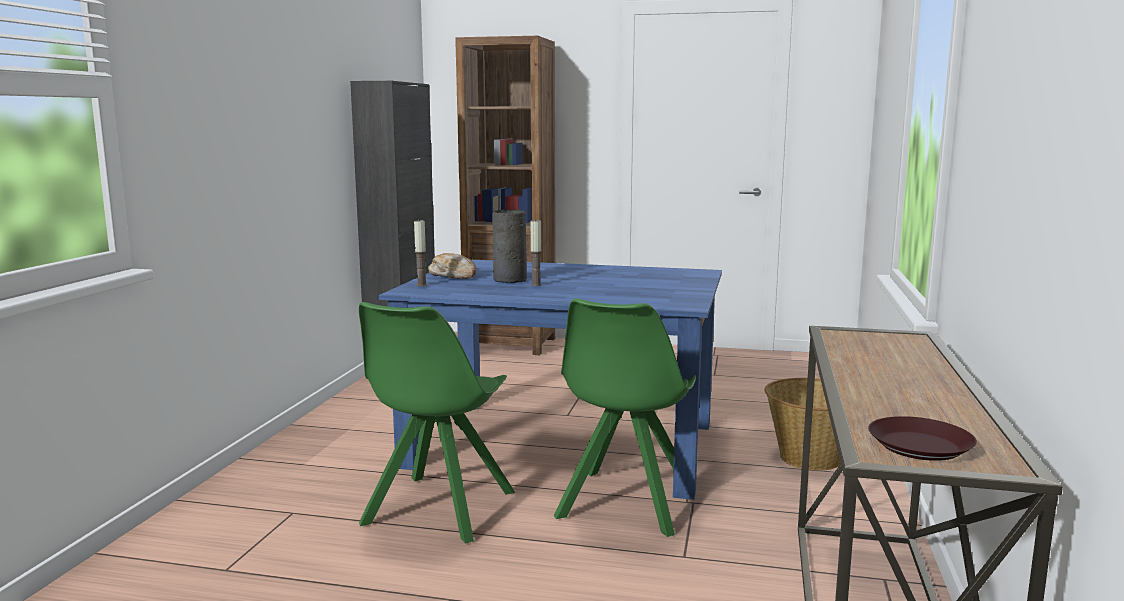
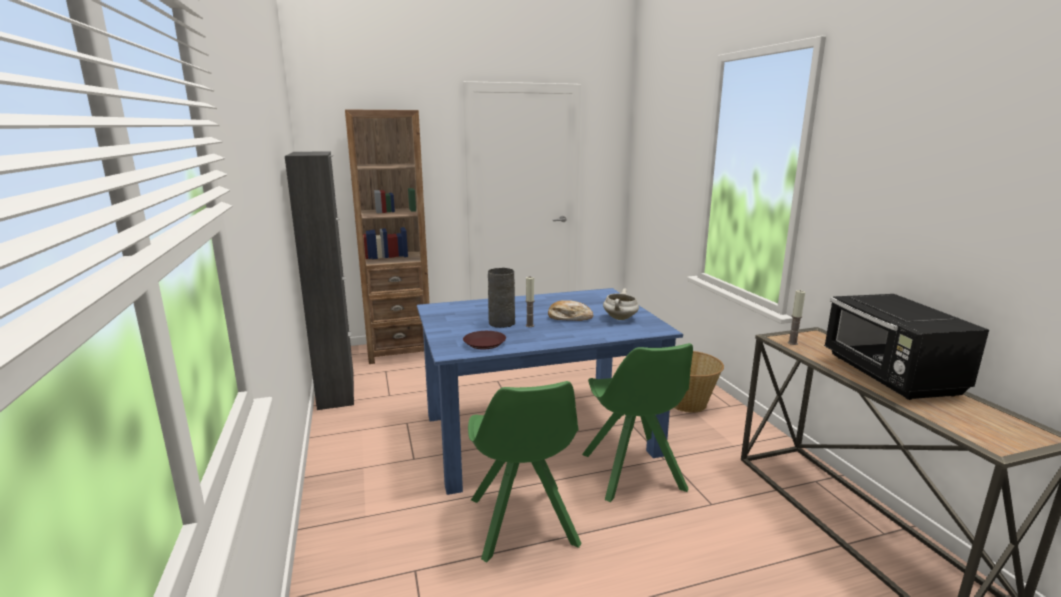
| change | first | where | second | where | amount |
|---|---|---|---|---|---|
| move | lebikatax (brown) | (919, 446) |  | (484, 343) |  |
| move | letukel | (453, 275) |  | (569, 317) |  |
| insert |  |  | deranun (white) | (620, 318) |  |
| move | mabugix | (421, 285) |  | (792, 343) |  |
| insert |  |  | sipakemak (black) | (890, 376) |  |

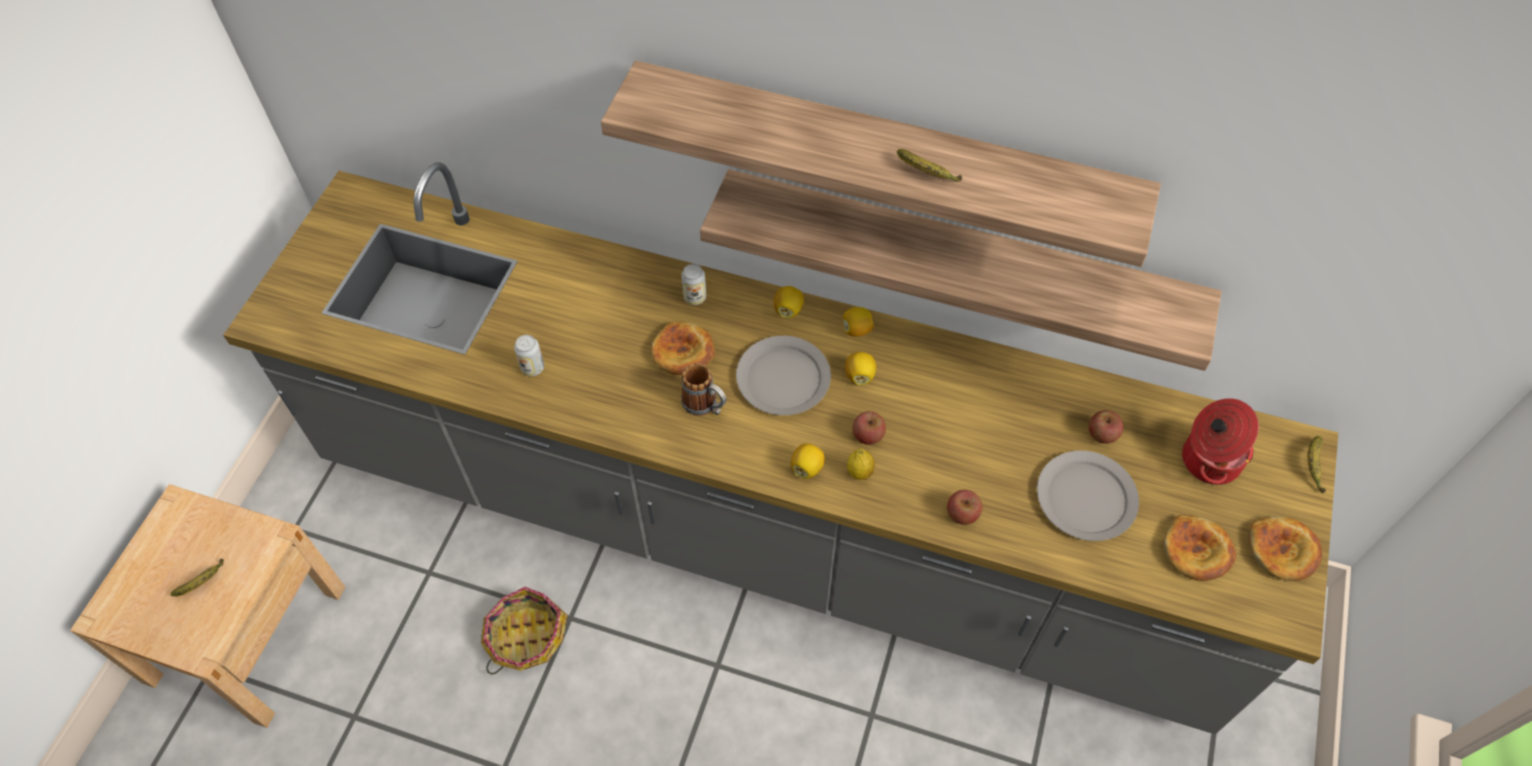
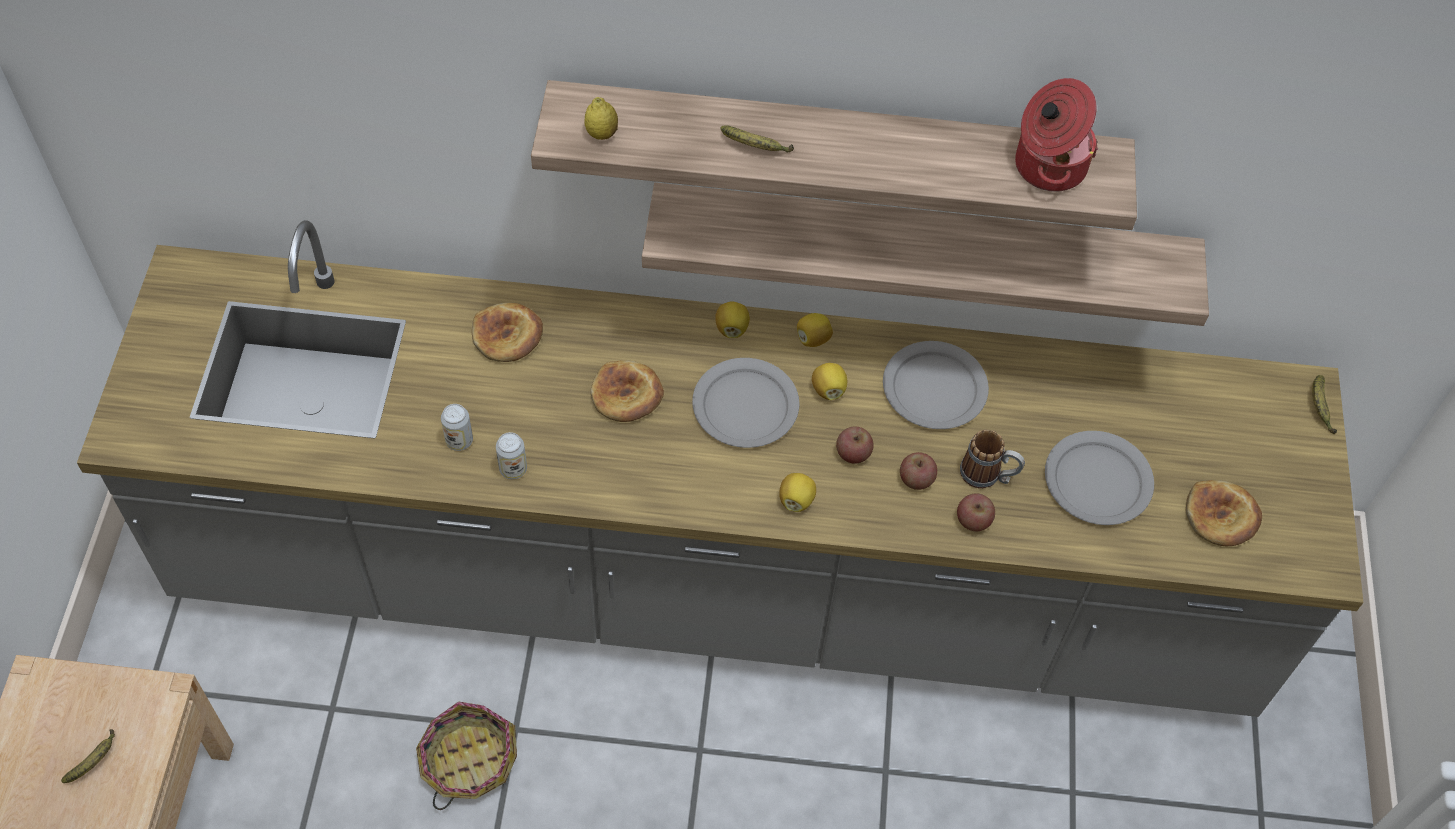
| change | first | where | second | where | amount |
|---|---|---|---|---|---|
| move | letukel | (1282, 550) |  | (507, 335) |  |
| move | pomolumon | (695, 297) |  | (513, 469) |  |
| move | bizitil | (859, 472) |  | (601, 133) |  |
| move | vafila | (926, 173) |  | (755, 147) |  |
| insert |  |  | lebikatax (grey) | (935, 388) |  |
| move | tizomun | (1102, 434) |  | (916, 479) |  |
| move | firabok | (705, 406) |  | (988, 476) |  |
| move | deranun | (1208, 459) |  | (1047, 166) |  |

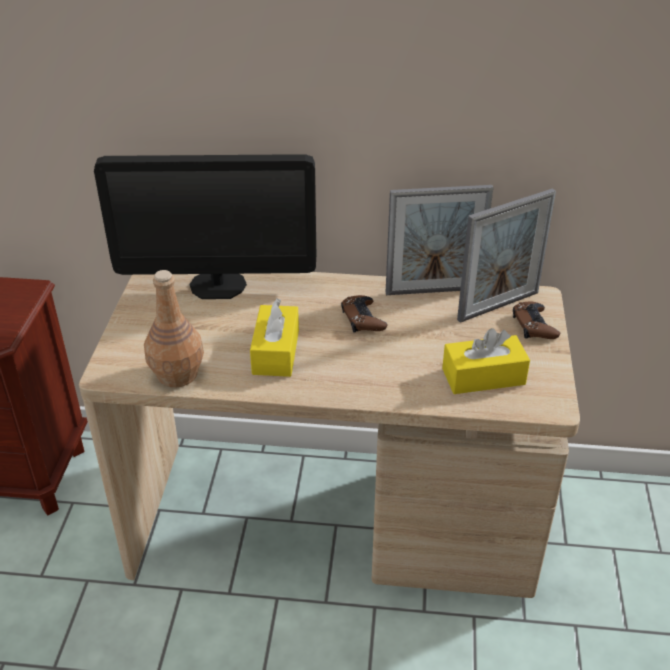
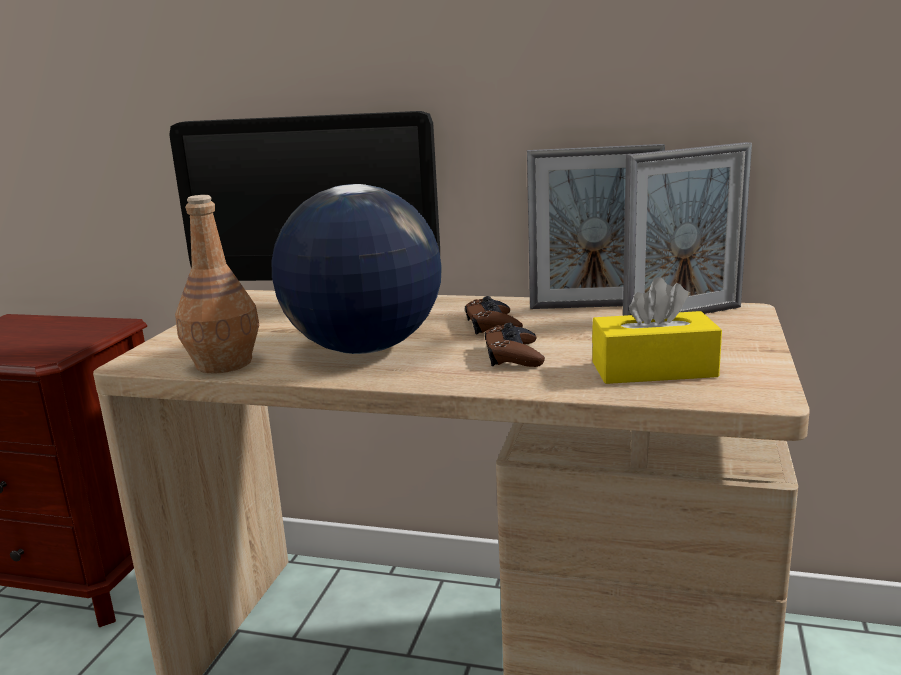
| change | first | where | second | where | amount |
|---|---|---|---|---|---|
| replace | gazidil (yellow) | (276, 352) | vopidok | (364, 348) |  |
| move | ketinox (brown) | (534, 325) |  | (513, 355) |  |

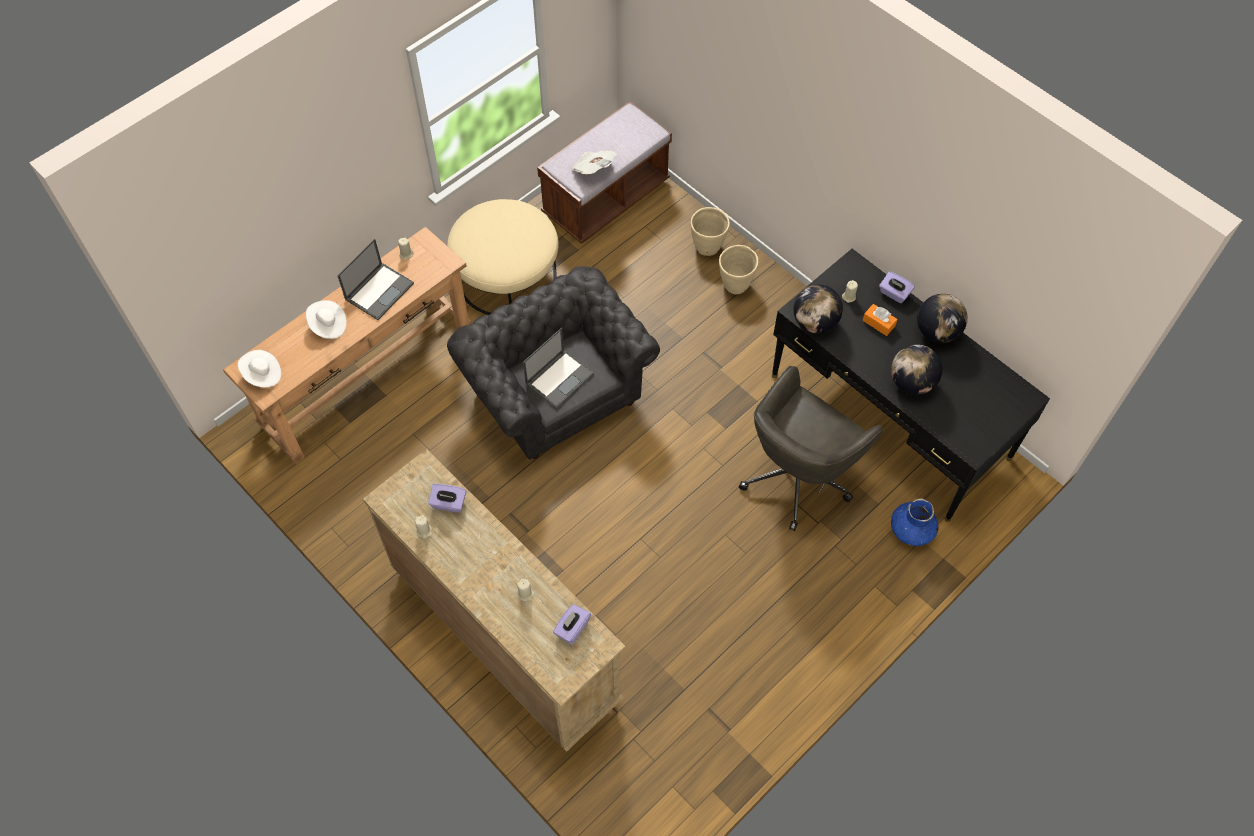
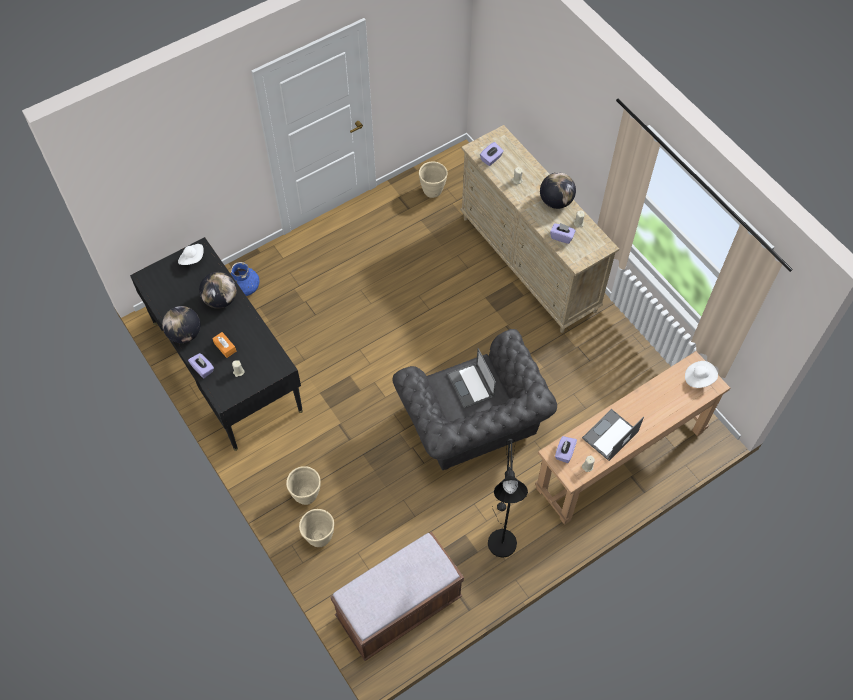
| change | first | where | second | where | amount |
|---|---|---|---|---|---|
| move | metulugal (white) | (328, 325) |  | (192, 259) |  |
| insert |  |  | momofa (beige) | (433, 191) |  |
| rotate | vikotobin | (560, 378) |  | (471, 386) | 75 degrees counterclockwise |
| replace | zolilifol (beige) | (506, 276) | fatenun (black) | (500, 537) |  |
| move | vopidok | (814, 322) |  | (556, 201) |  |
| insert |  |  | gazidil (purple) | (564, 453) |  |
| delete | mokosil | (594, 169) |  |  |  |
| delete | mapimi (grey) | (798, 476) |  |  |  |

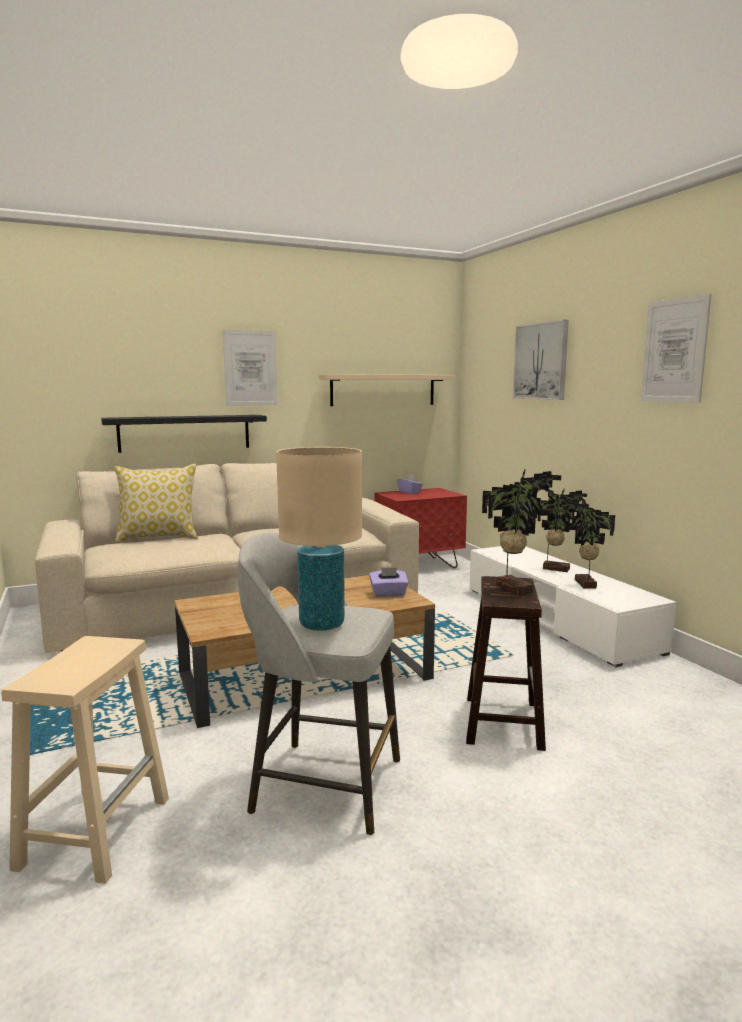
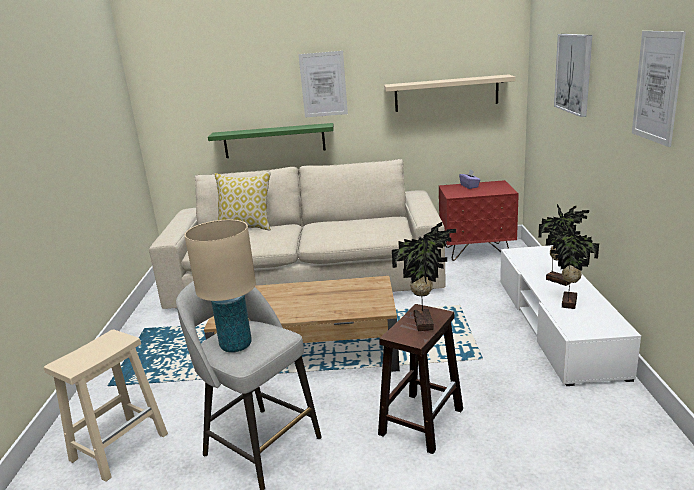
| change | first | where | second | where | amount |
|---|---|---|---|---|---|
| recolor | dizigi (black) | (185, 433) | dizigi (green) | (274, 141) |  |
| delete | gazidil (purple) | (388, 594) |  |  |  |

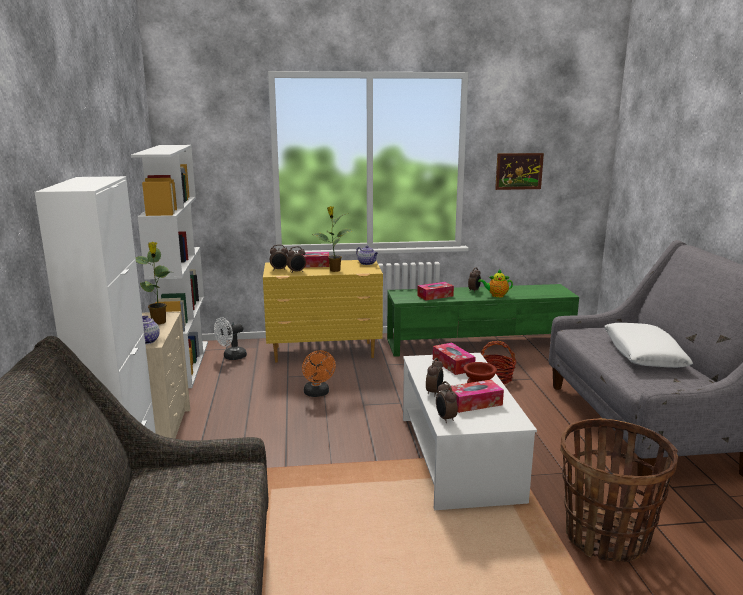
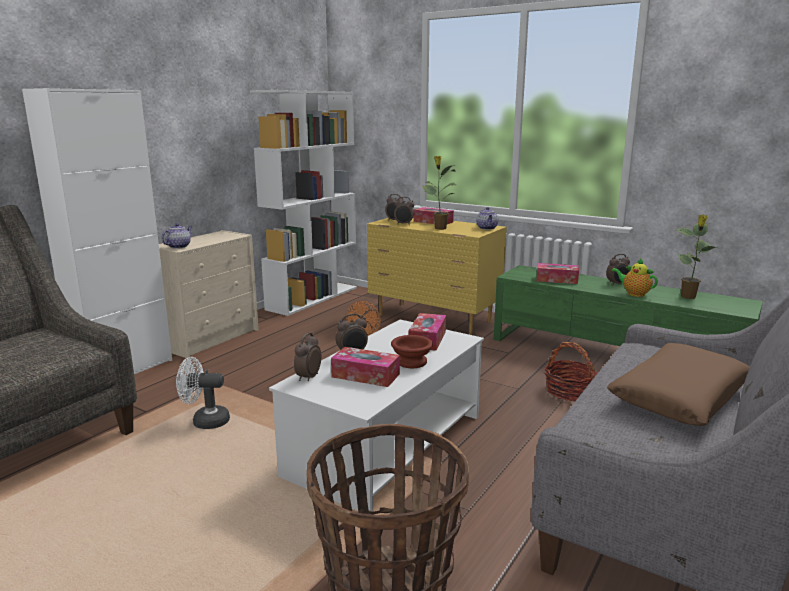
| change | first | where | second | where | amount |
|---|---|---|---|---|---|
| move | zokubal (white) | (231, 357) |  | (205, 421) |  |
| recolor | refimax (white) | (643, 354) | refimax (brown) | (679, 397) |  |
| move | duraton | (159, 322) |  | (688, 297) |  |
| delete | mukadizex | (519, 171) |  |  |  |

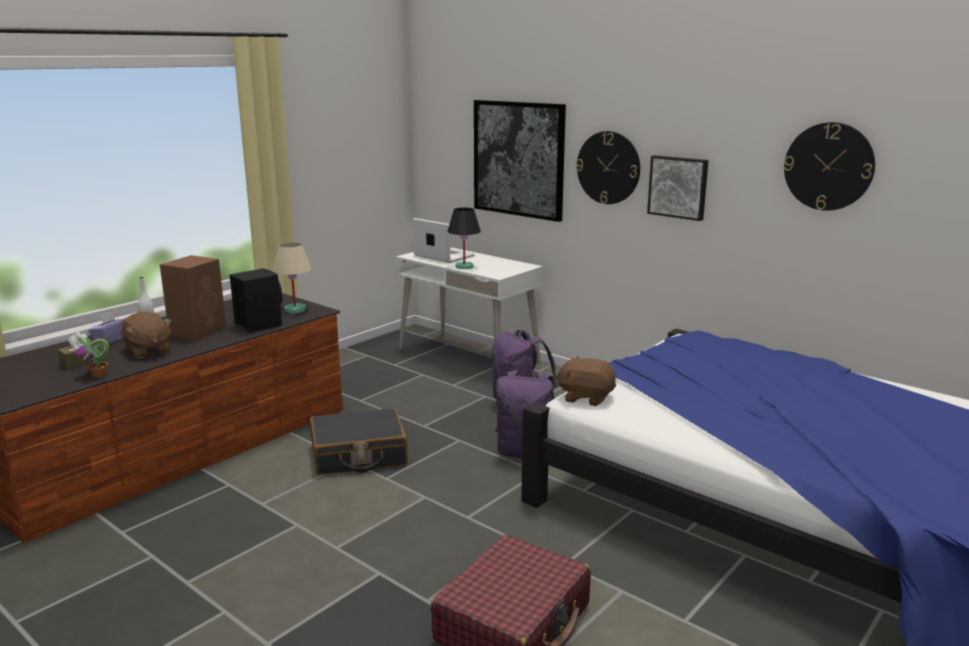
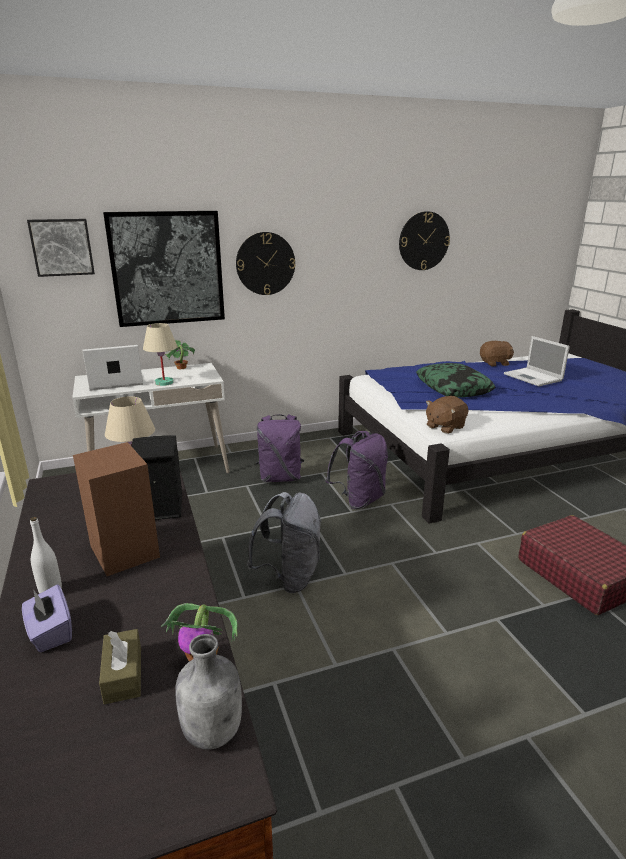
| change | first | where | second | where | amount |
|---|---|---|---|---|---|
| move | mukadizex | (678, 187) |  | (62, 247) |  |
| recolor | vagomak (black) | (464, 266) | vagomak (beige) | (164, 382) |  |
| insert |  |  | duraton | (181, 368) |  |
| insert |  |  | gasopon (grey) | (214, 730) |  |
| replace | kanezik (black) | (358, 455) | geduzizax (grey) | (289, 577) |  |
| insert |  |  | refimax | (453, 388) |  |
| move | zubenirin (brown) | (148, 351) |  | (495, 363) |  |
| insert |  |  | vikotobin | (533, 377) |  |

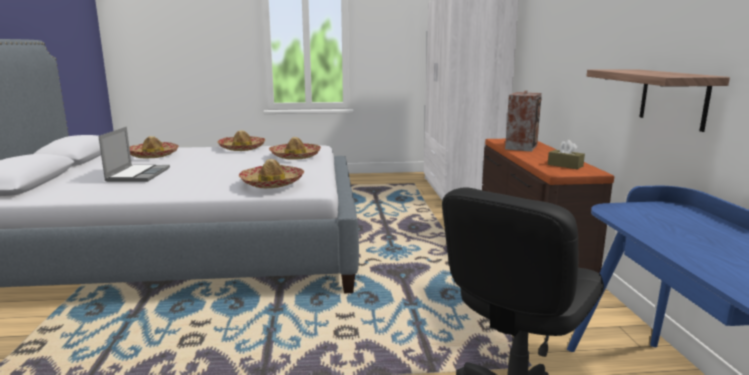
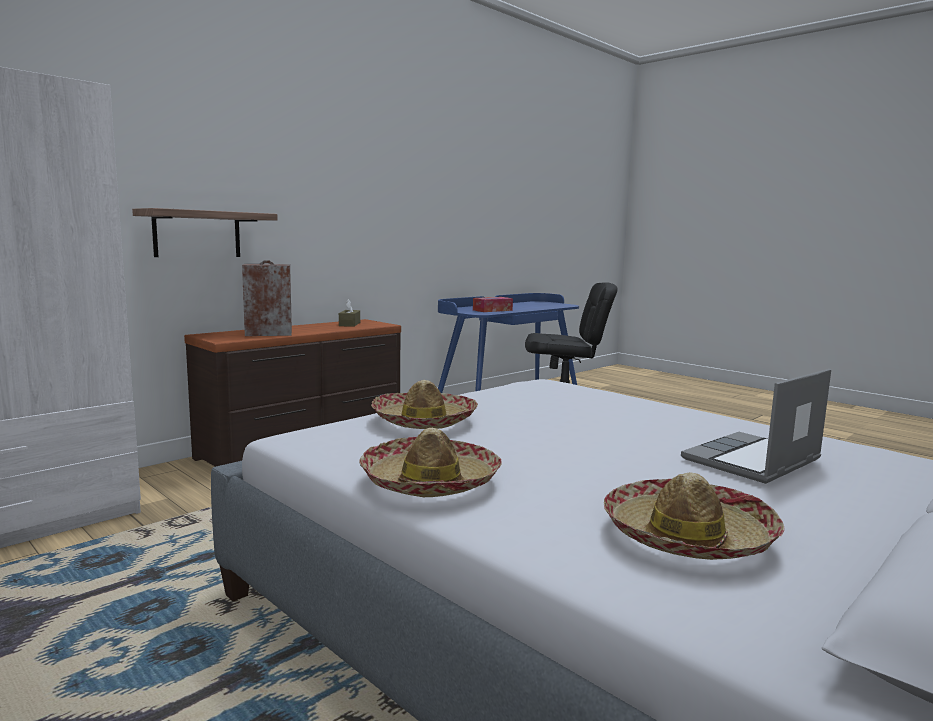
| change | first | where | second | where | amount |
|---|---|---|---|---|---|
| move | dizigi | (673, 98) |  | (197, 234) |  |
| insert |  |  | gazidil | (492, 310) |  |
| delete | metulugal | (272, 183) |  |  |  |

